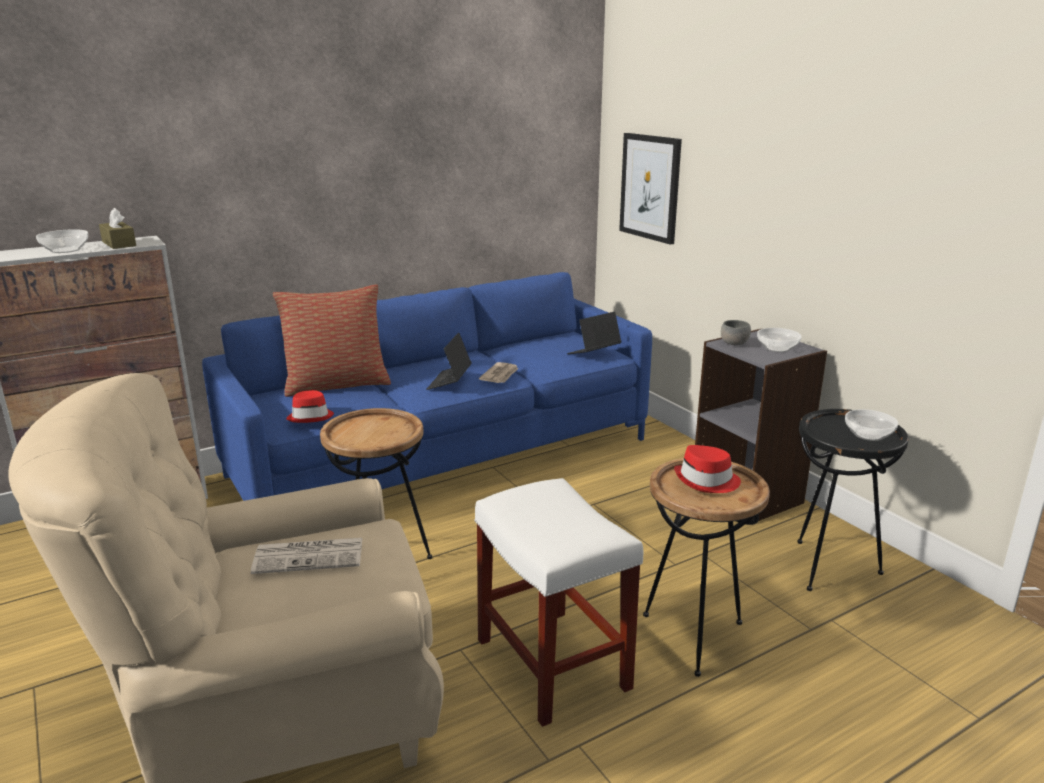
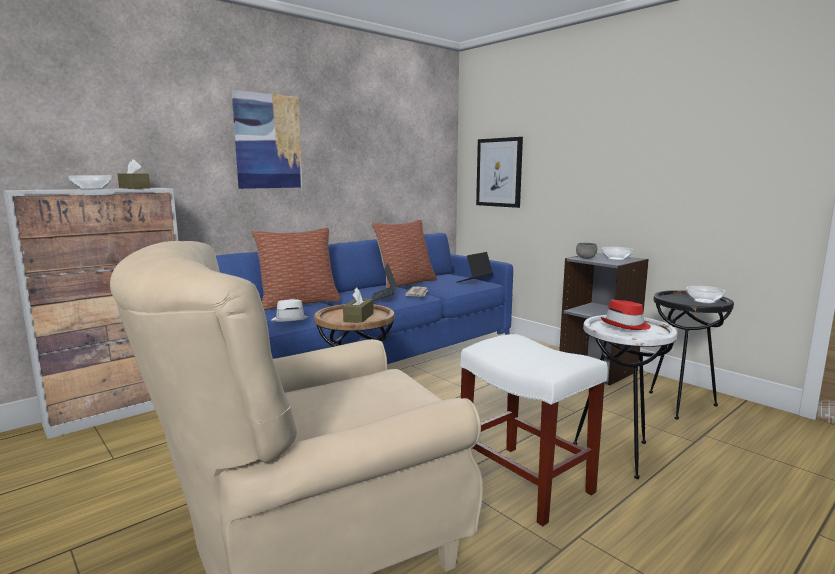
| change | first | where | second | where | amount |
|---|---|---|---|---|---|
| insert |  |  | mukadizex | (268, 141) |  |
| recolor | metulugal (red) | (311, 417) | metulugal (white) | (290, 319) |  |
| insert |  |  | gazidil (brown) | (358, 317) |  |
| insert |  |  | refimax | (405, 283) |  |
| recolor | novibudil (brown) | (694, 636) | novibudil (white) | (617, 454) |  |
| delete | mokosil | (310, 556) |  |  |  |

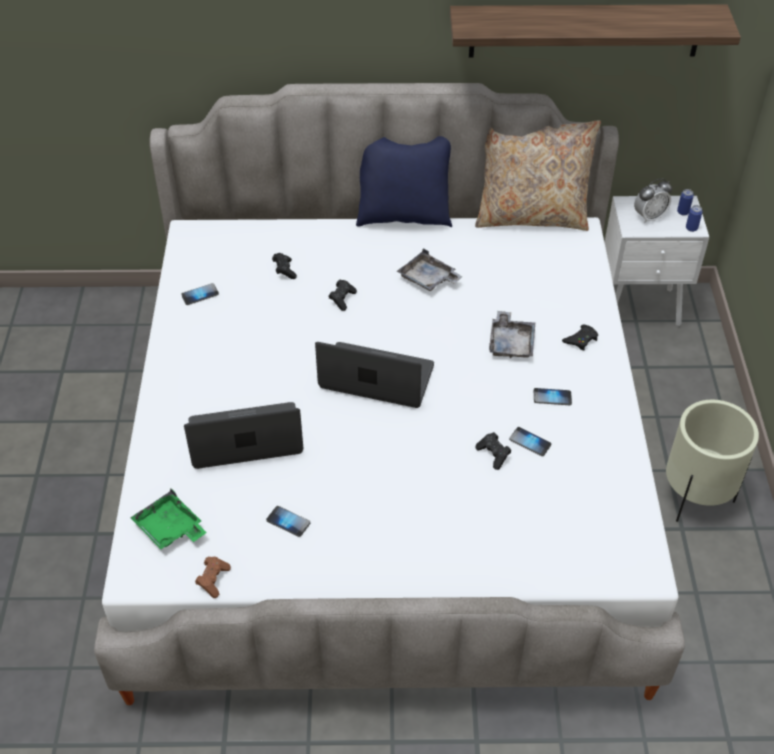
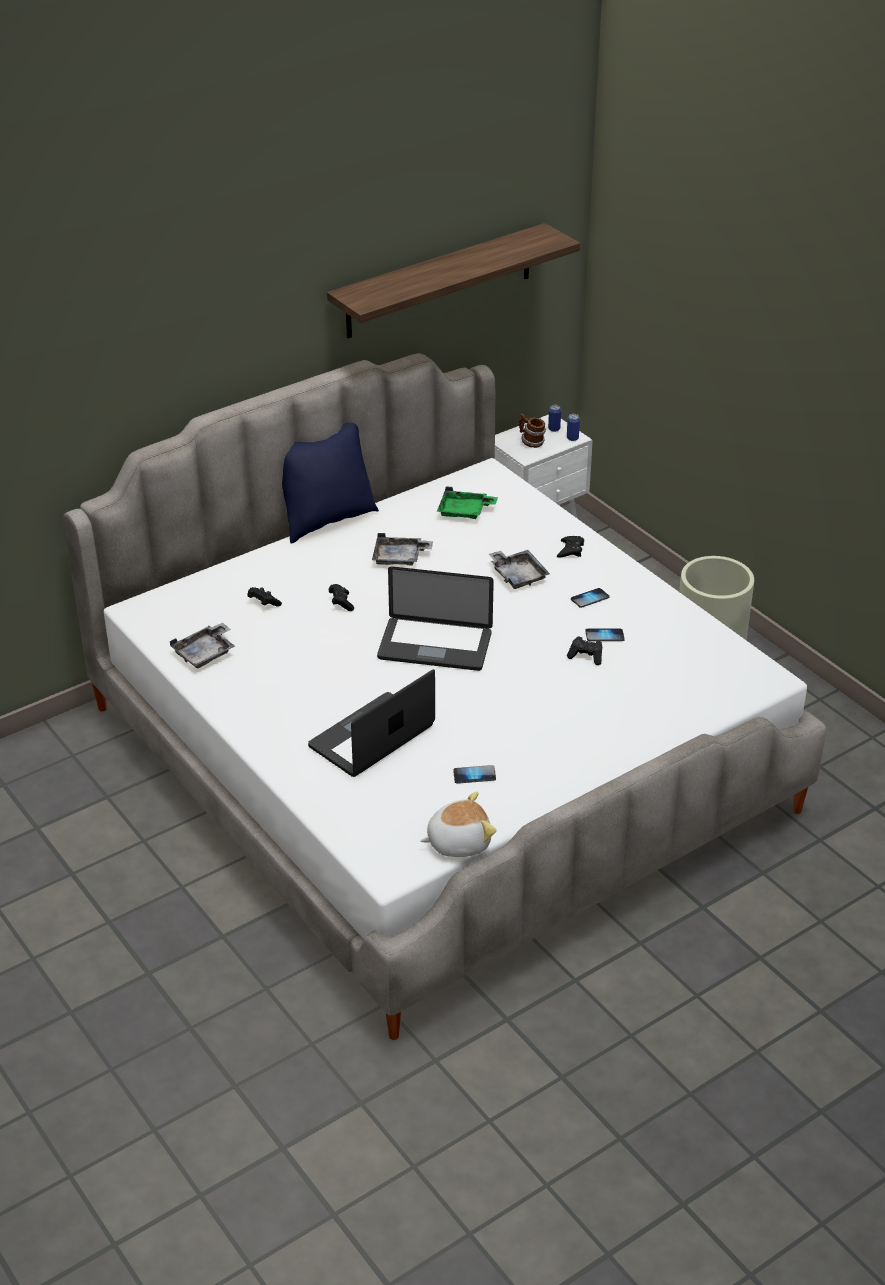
| change | first | where | second | where | amount |
|---|---|---|---|---|---|
| replace | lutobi | (200, 295) | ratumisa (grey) | (205, 653) |  |
| rotate | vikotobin | (376, 377) |  | (435, 646) | 150 degrees counterclockwise |
| replace | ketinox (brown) | (213, 580) | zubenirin | (458, 842) |  |
| move | ratumisa (green) | (170, 528) |  | (464, 511) |  |
| replace | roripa | (649, 217) | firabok | (531, 443) |  |
| delete | refimax (beige) | (531, 216) |  |  |  |

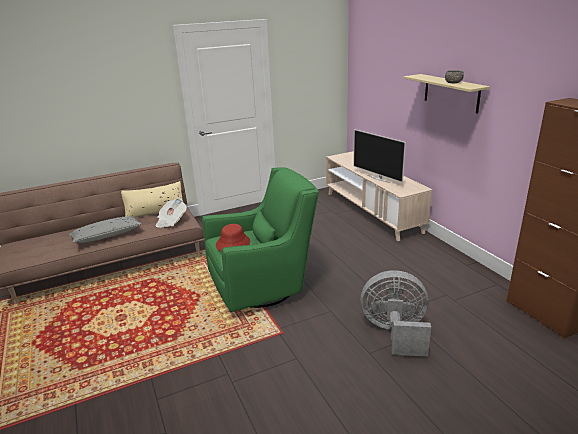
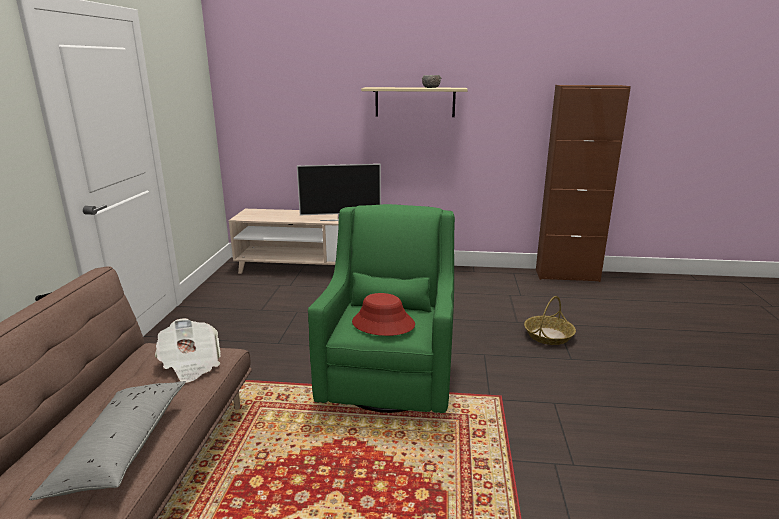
| change | first | where | second | where | amount |
|---|---|---|---|---|---|
| replace | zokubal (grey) | (395, 333) | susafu | (548, 336) |  |
| delete | refimax (beige) | (155, 212) |  |  |  |

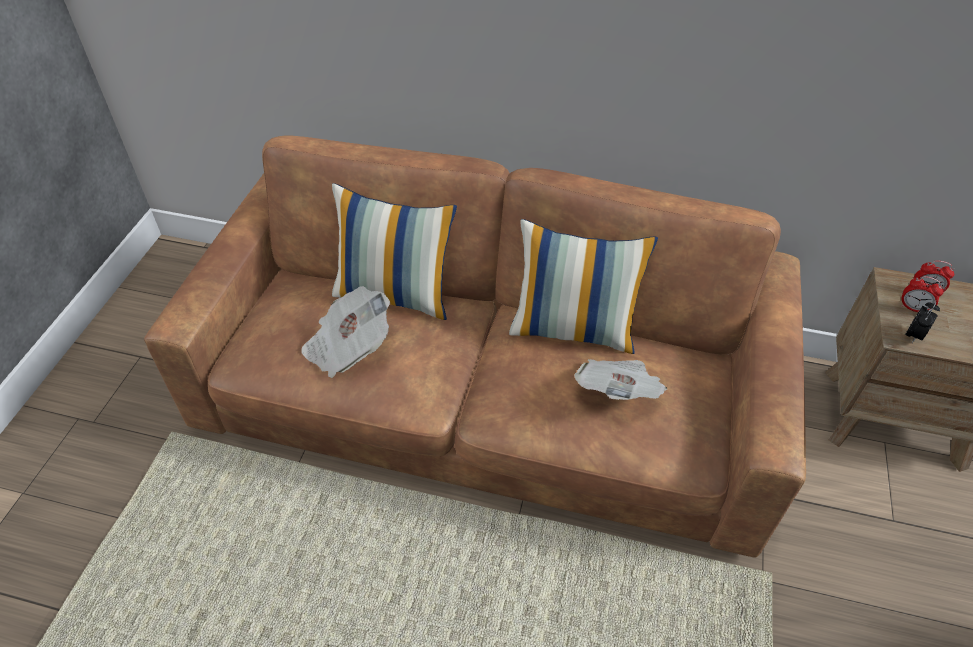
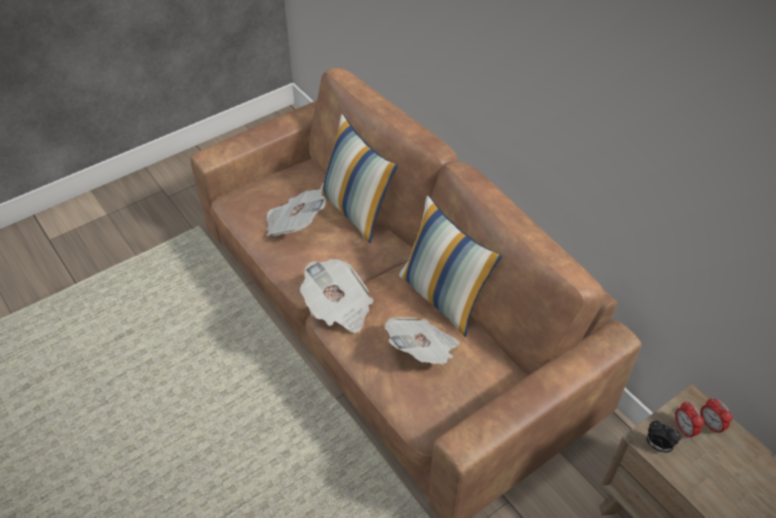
| change | first | where | second | where | amount |
|---|---|---|---|---|---|
| insert |  |  | mokosil | (338, 308) |  |
| rotate | roripa | (913, 336) |  | (657, 445) | 45 degrees clockwise |

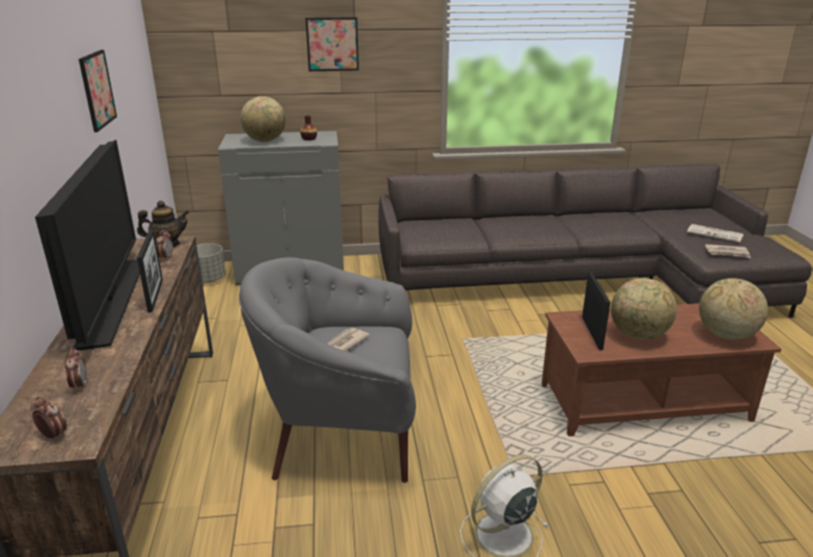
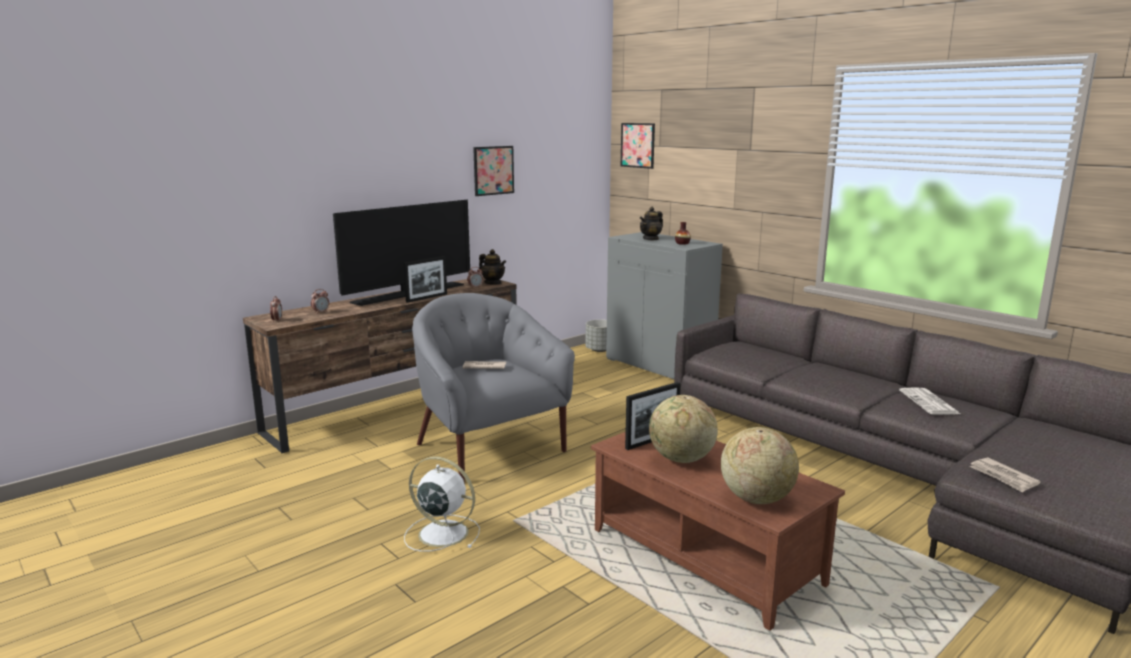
| change | first | where | second | where | amount |
|---|---|---|---|---|---|
| move | mukadizex | (332, 44) |  | (637, 145) |  |
| replace | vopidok | (265, 141) | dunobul | (651, 239) |  |
| move | mokosil | (715, 234) |  | (930, 403) |  |

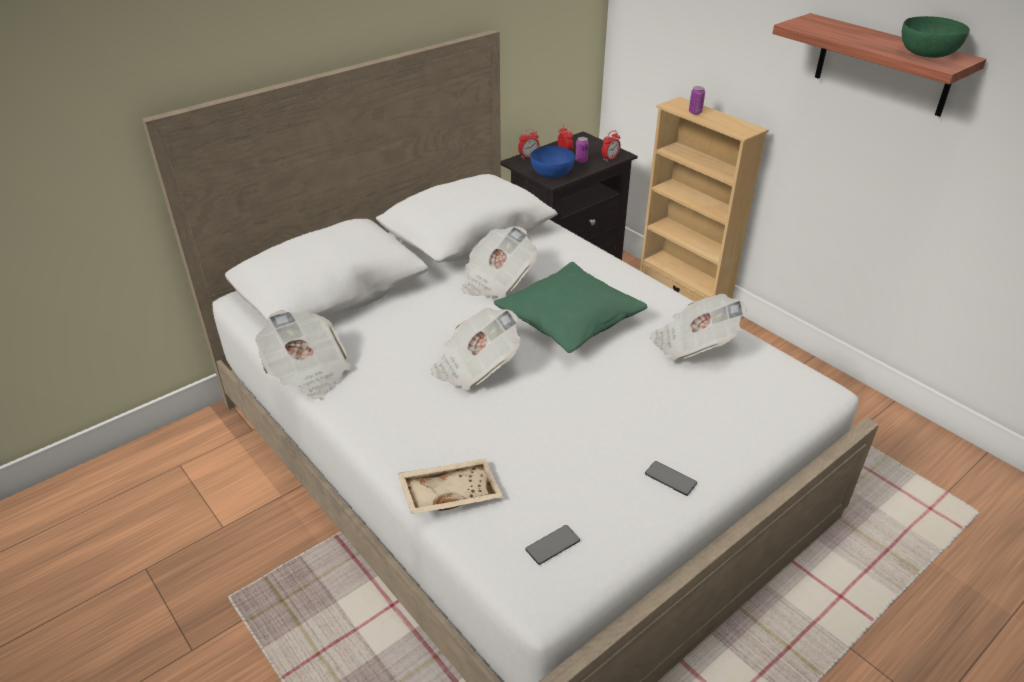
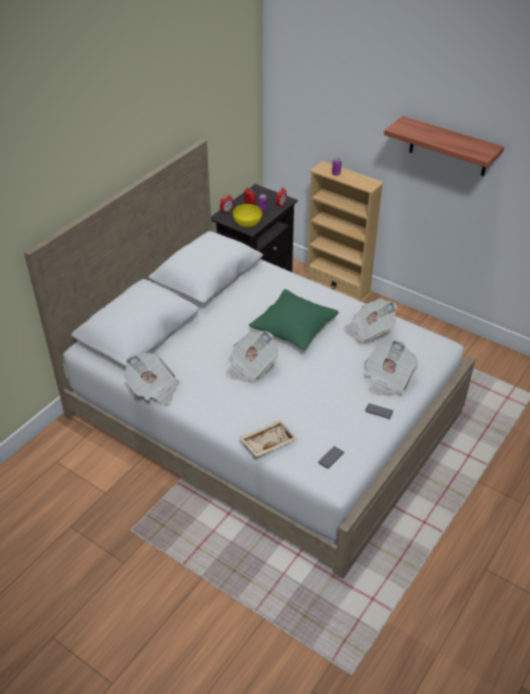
| change | first | where | second | where | amount |
|---|---|---|---|---|---|
| recolor | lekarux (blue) | (551, 173) | lekarux (yellow) | (247, 223) |  |
| move | mokosil | (496, 281) |  | (387, 379) |  |
| delete | lekarux (green) | (928, 53) |  |  |  |

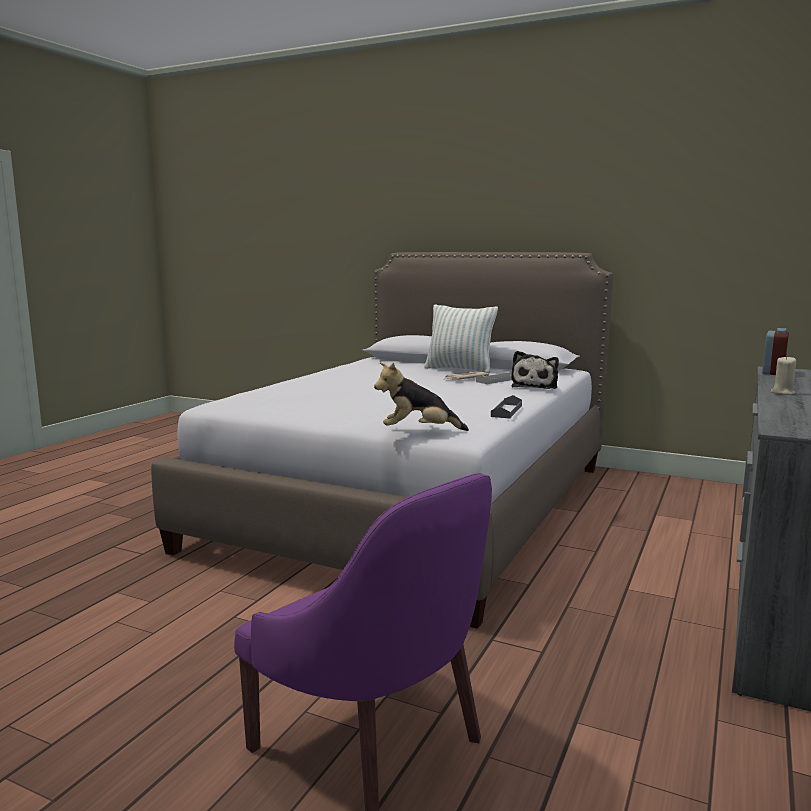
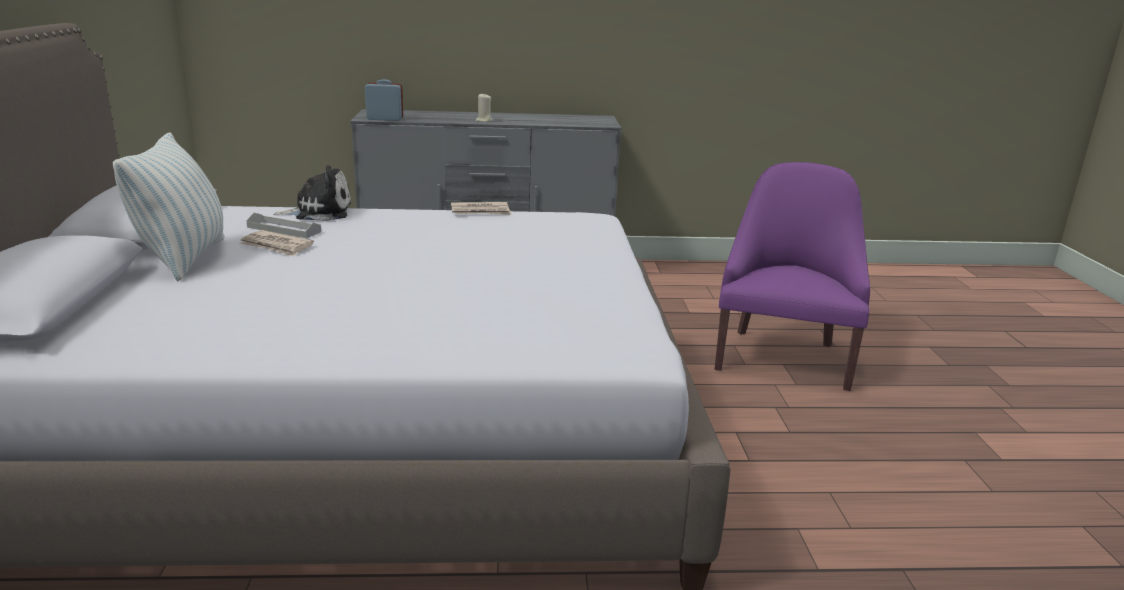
| change | first | where | second | where | amount |
|---|---|---|---|---|---|
| replace | ratumisa (grey) | (506, 411) | mokosil | (481, 211) |  |
| delete | zubenirin | (418, 432) |  |  |  |

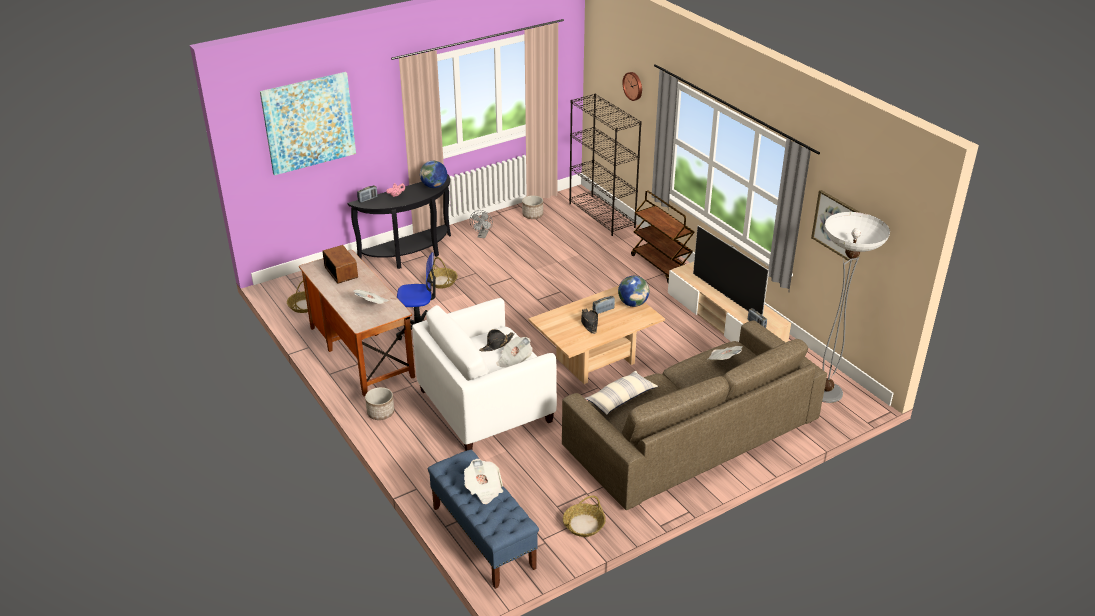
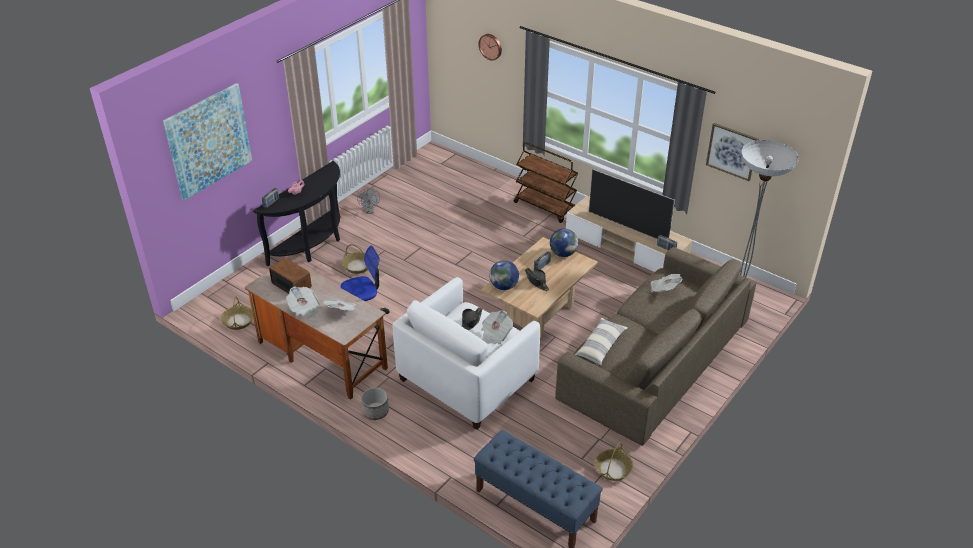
| change | first | where | second | where | amount |
|---|---|---|---|---|---|
| move | mokosil | (483, 489) |  | (305, 309) |  |
| move | vopidok | (434, 186) |  | (504, 286) |  |
| delete | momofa | (533, 215) |  |  |  |
| delete | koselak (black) | (602, 215) |  |  |  |

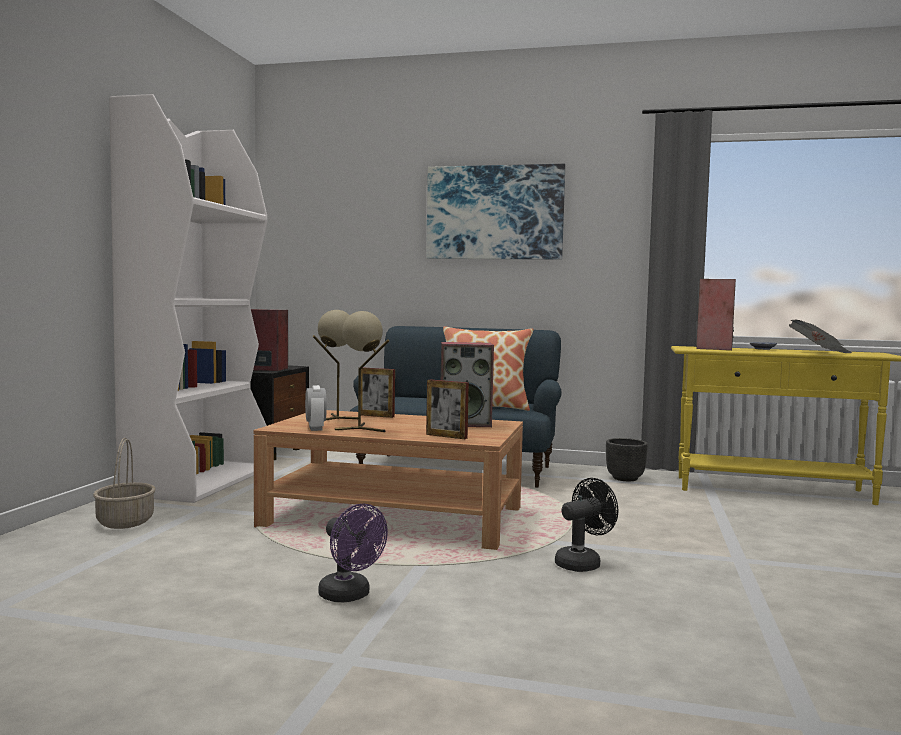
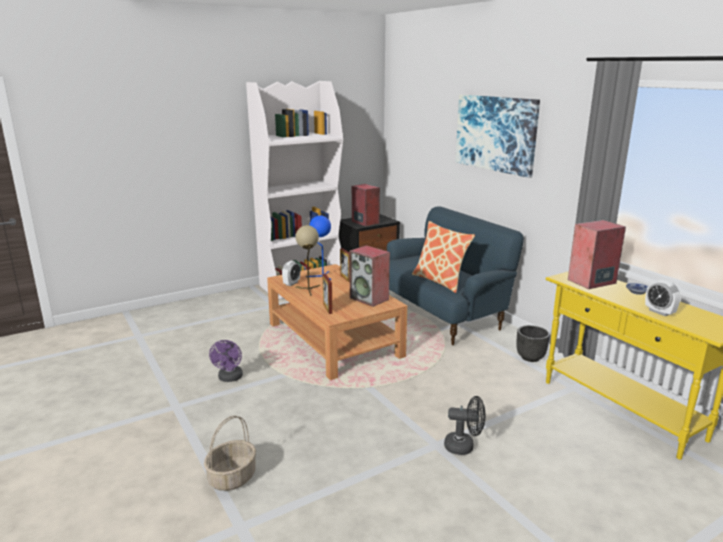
| change | first | where | second | where | amount |
|---|---|---|---|---|---|
| move | susafu | (125, 521) |  | (232, 477) |  |
| recolor | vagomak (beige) | (335, 419) | vagomak (blue) | (320, 276) |  |
| move | zokubal (black) | (582, 563) |  | (464, 446) |  |
| replace | mokosil | (819, 352) | roripa | (659, 312) |  |

